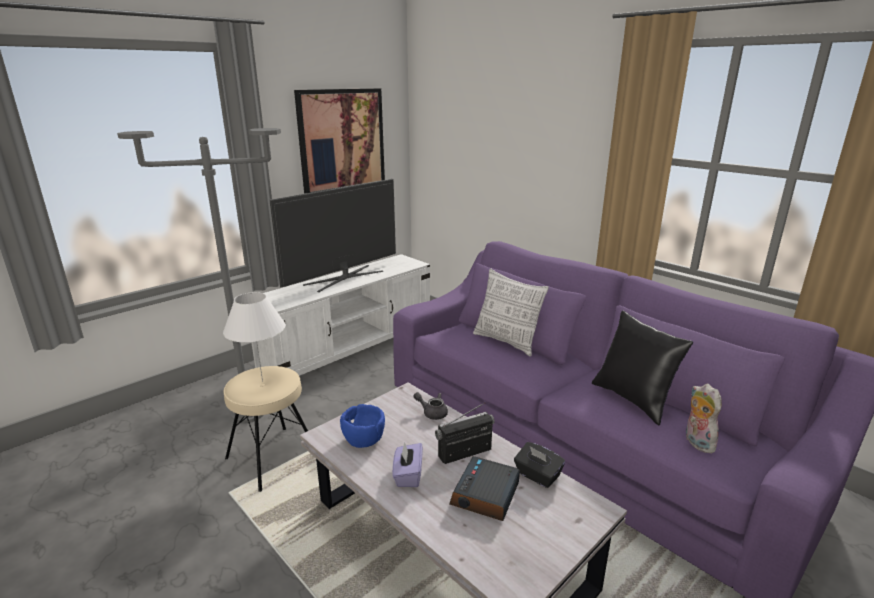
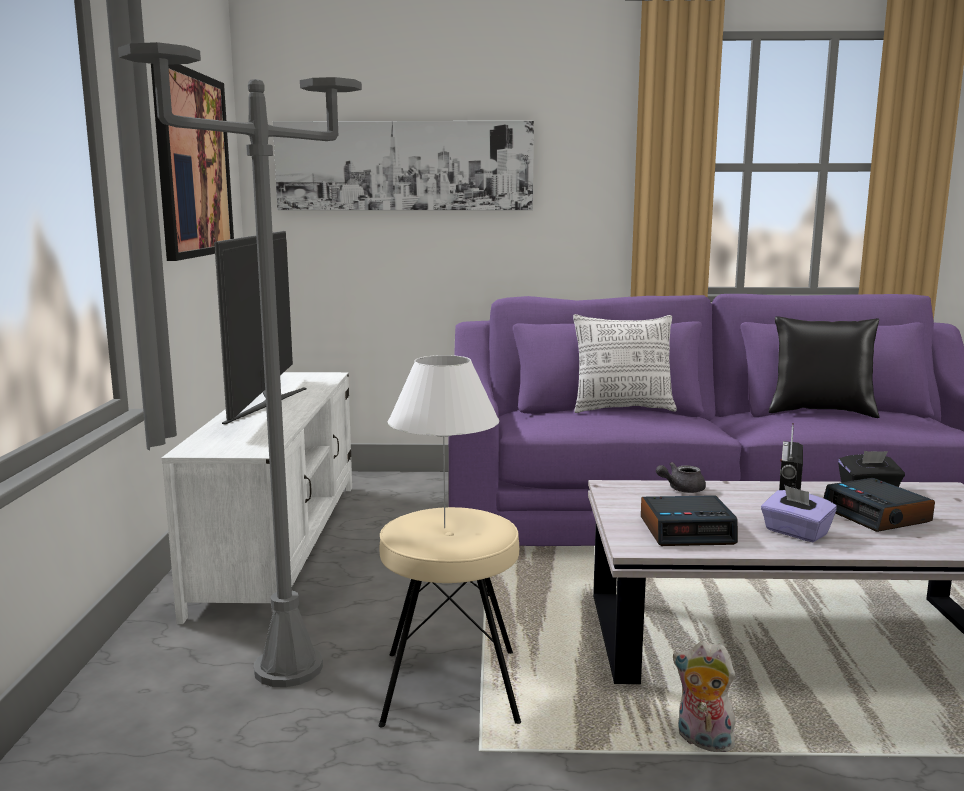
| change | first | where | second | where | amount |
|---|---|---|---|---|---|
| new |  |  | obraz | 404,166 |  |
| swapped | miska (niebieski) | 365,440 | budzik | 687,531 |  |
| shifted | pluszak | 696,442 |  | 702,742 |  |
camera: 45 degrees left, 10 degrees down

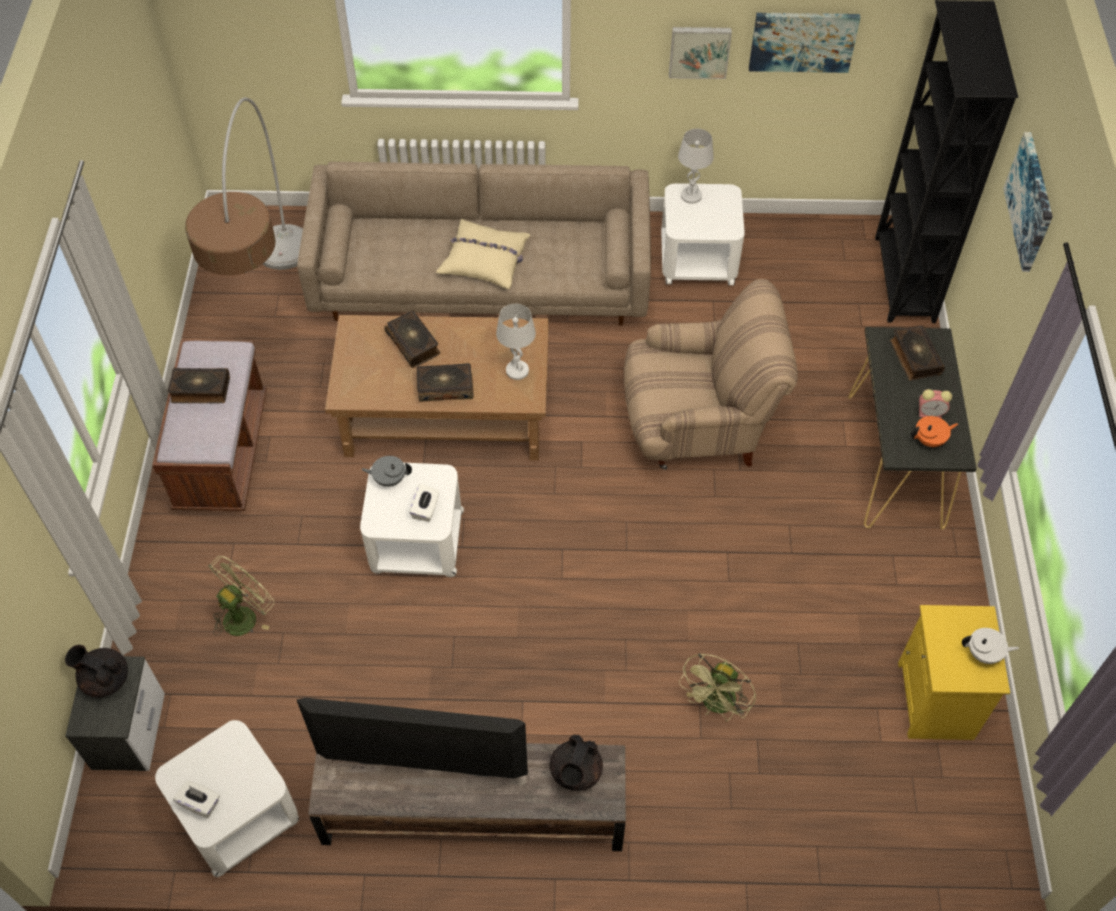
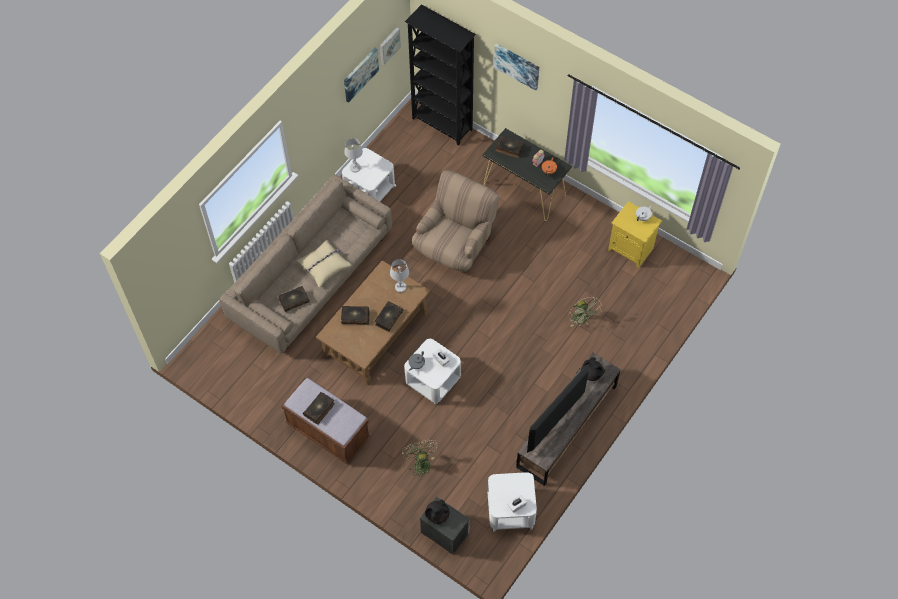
| change | first | where | second | where | amount |
|---|---|---|---|---|---|
| new |  |  | książka | 294,300 |  |
| shifted | obraz | 699,51 |  | 388,45 |  |
| gone | lampa stojąca | 273,308 |  |  |  |
camera: 55 degrees left, 5 degrees up

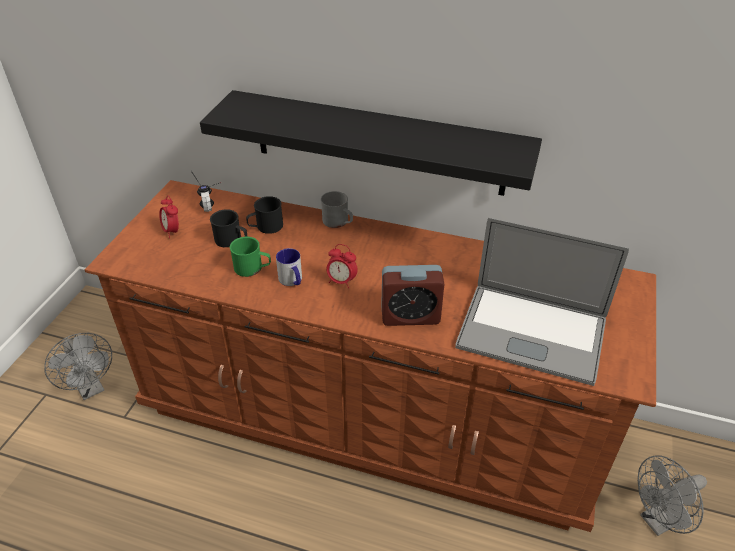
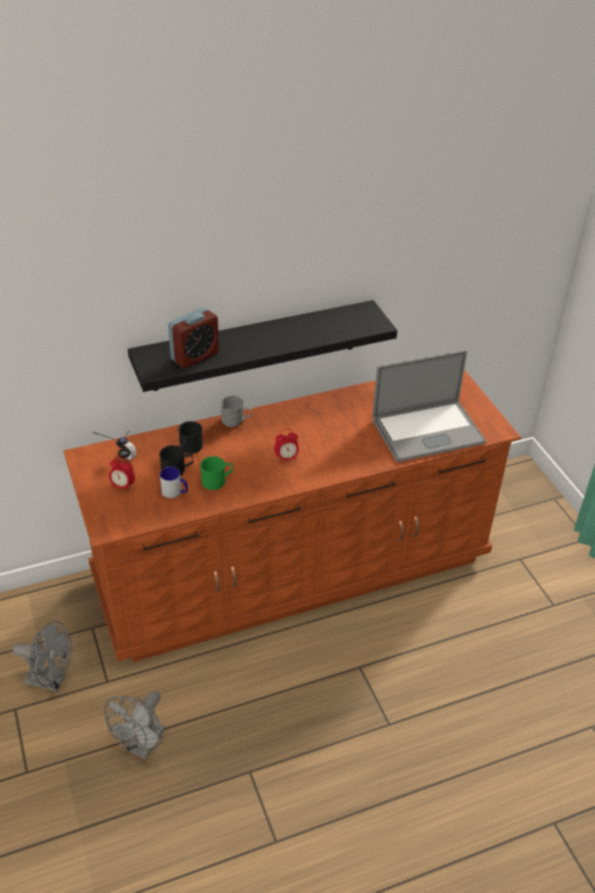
| change | first | where | second | where | amount |
|---|---|---|---|---|---|
| shifted | wentylator (szary) | 659,521 |  | 142,746 |  |
| shifted | kubek | 292,281 |  | 175,492 |  |
| shifted | budzik | 410,316 |  | 195,356 |  |
camera: 40 degrees left, 0 degrees up

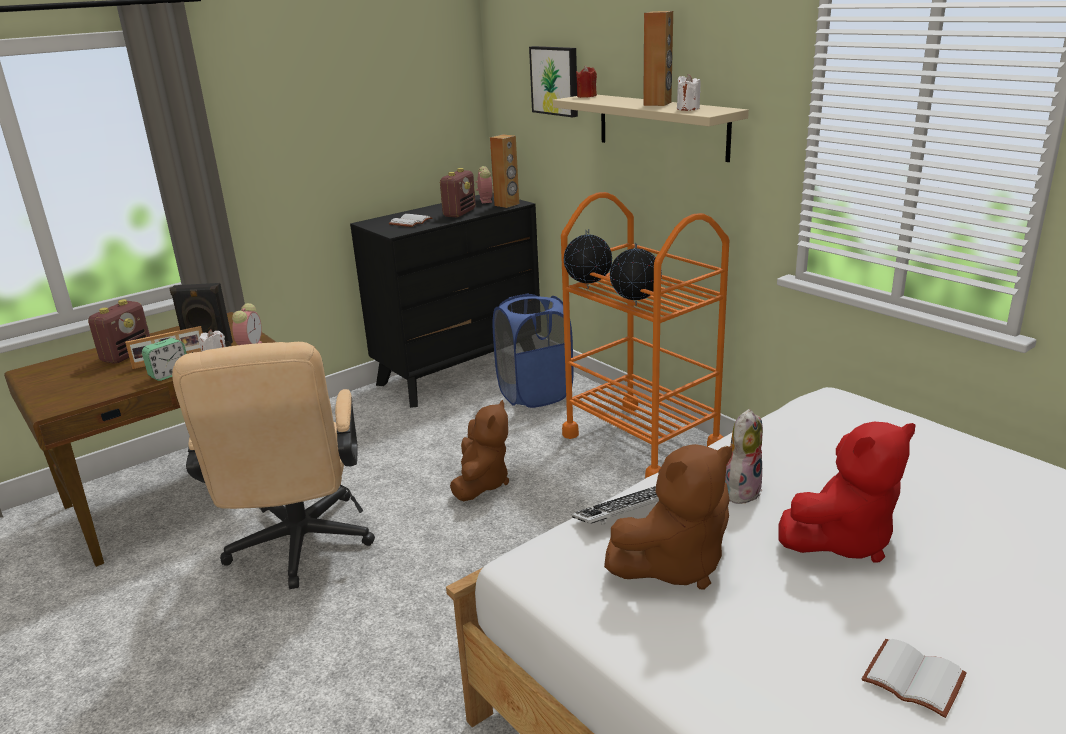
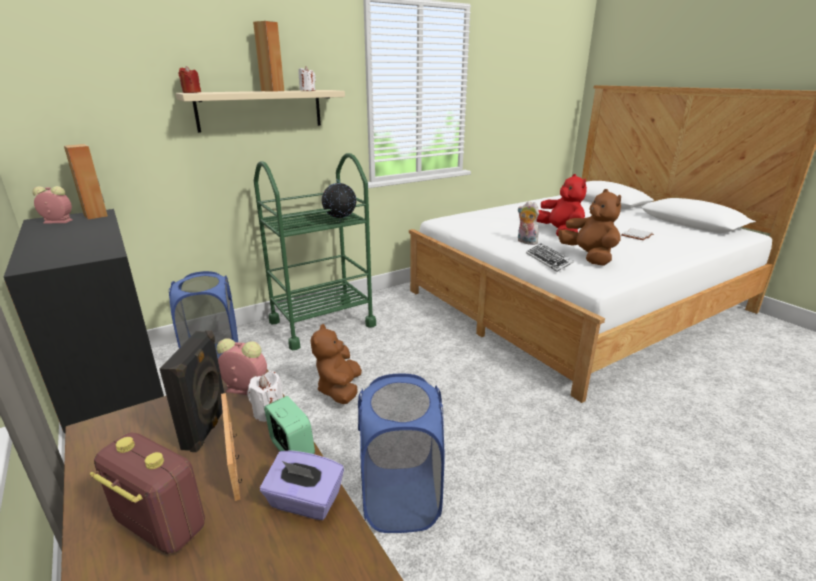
| change | first | where | second | where | amount |
|---|---|---|---|---|---|
| repainted | wózek (pomarańczowy) | 641,442 | wózek (zielony) | 322,323 |  |
| new |  |  | pudełko chusteczek (fioletowy) | 304,501 |  |
| rotated | pluszak (brązowy) | 481,483 |  | 340,390 | 105 degrees counterclockwise |
| swapped | krzesło biurowe (beżowy) | 299,549 | kosz na pranie (niebieski) | 401,499 |  |
| gone | książka (biały) | 410,222 |  |  |  |
| gone | radio | 459,213 |  |  |  |
| gone | obraz | 555,80 |  |  |  |
| gone | globus | 588,288 |  |  |  |
camera: 85 degrees left, 0 degrees up

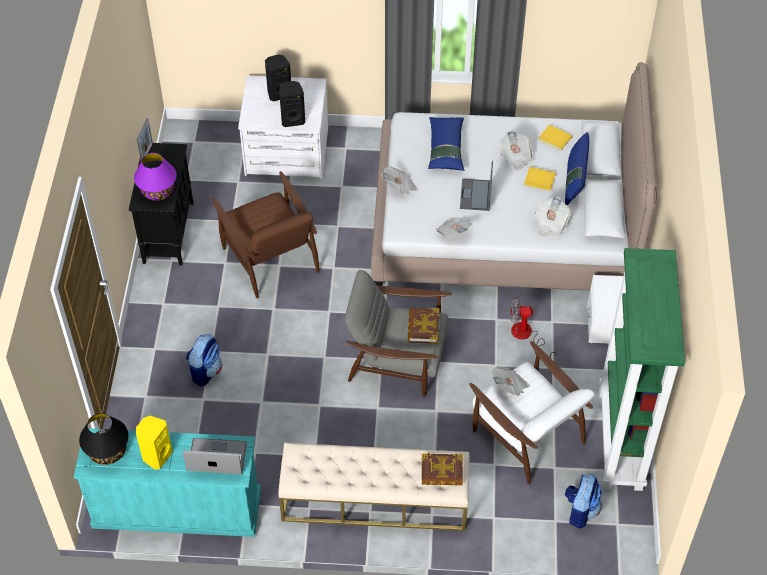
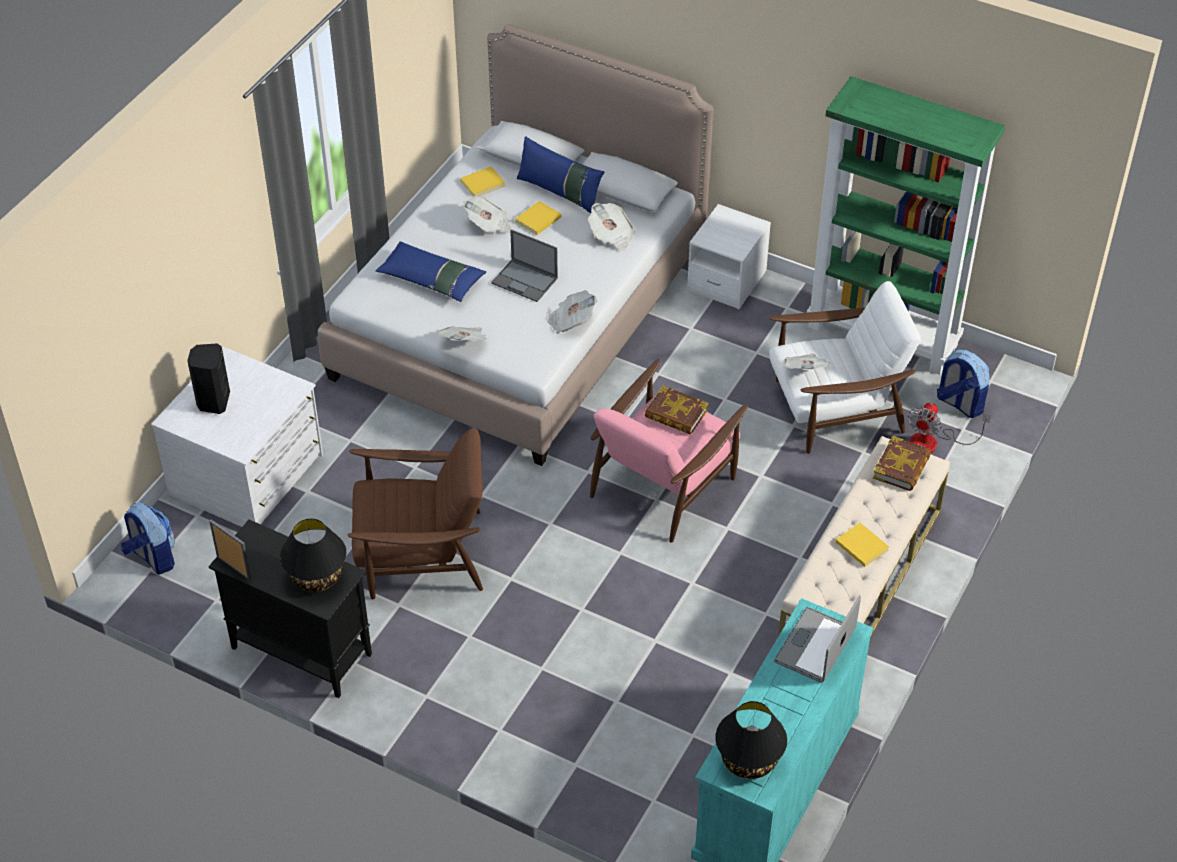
| change | first | where | second | where | amount |
|---|---|---|---|---|---|
| shifted | plecak | 206,371 |  | 152,557 |  |
| repainted | lampa stołowa (fioletowy) | 157,191 | lampa stołowa (czarny) | 316,577 |  |
| repainted | fotel (szary) | 397,358 | fotel (różowy) | 664,483 |  |
| new |  |  | książka (żółty) | 861,545 |  |
| shifted | wentylator | 526,336 |  | 933,442 |  |
| gone | głośnik (żółty) | 156,455 |  |  |  |
| gone | głośnik (czarny) | 292,119 |  |  |  |
camera: 65 degrees left, 5 degrees down

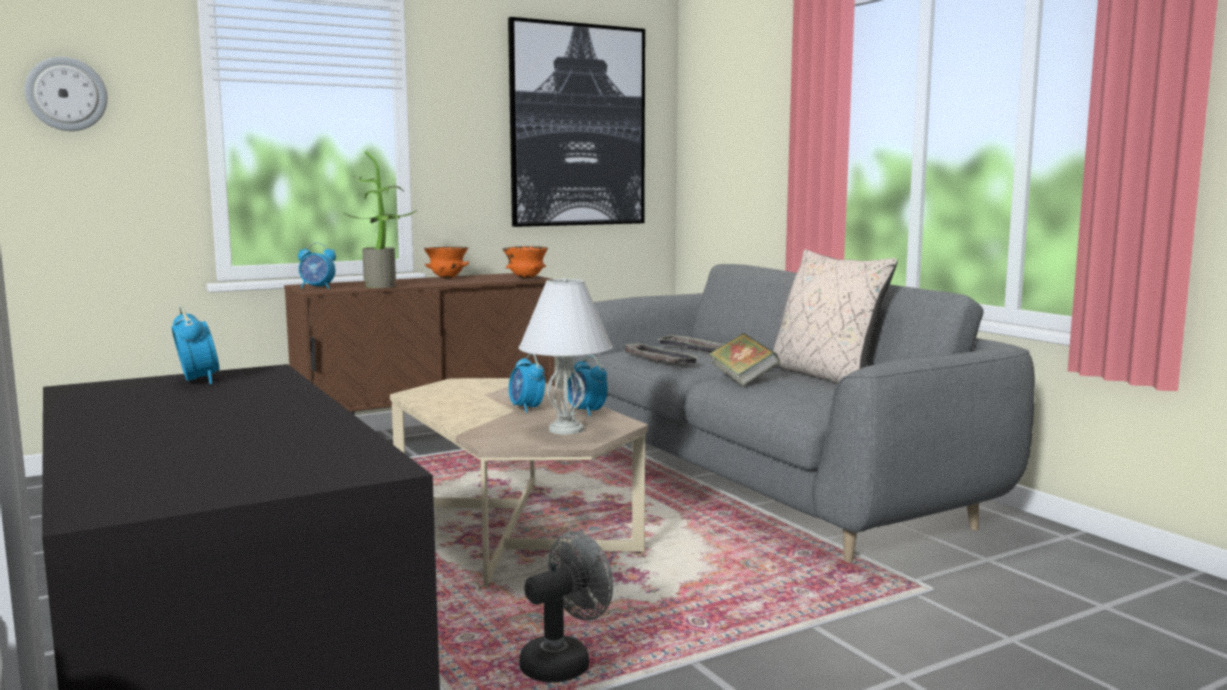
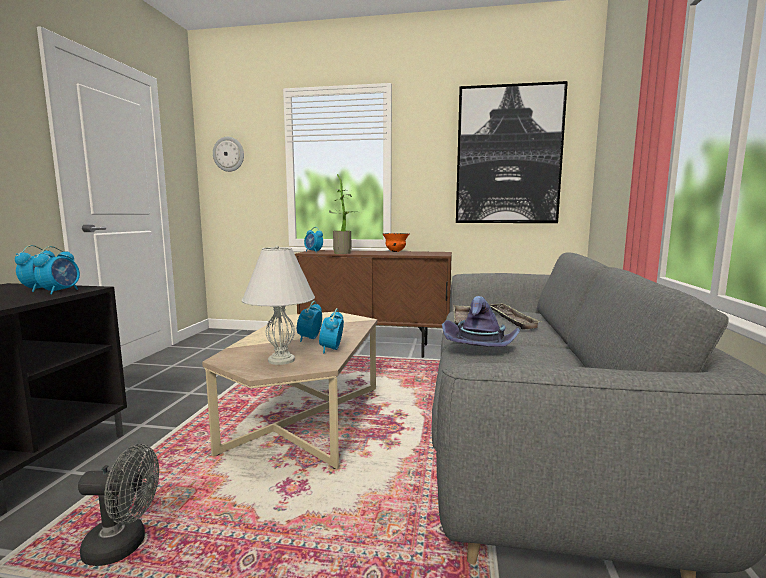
| change | first | where | second | where | amount |
|---|---|---|---|---|---|
| new |  |  | budzik | 61,291 |  |
| swapped | książka | 742,379 | kapelusz (fioletowy) | 480,348 |  |
| gone | miska (pomarańczowy) | 526,278 |  |  |  |
| gone | poduszka (beżowy) | 825,376 |  |  |  |
camera: 40 degrees right, 0 degrees up

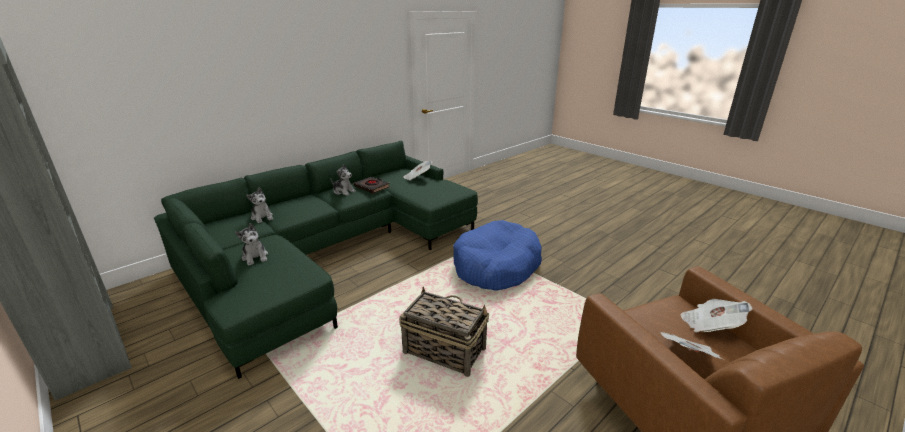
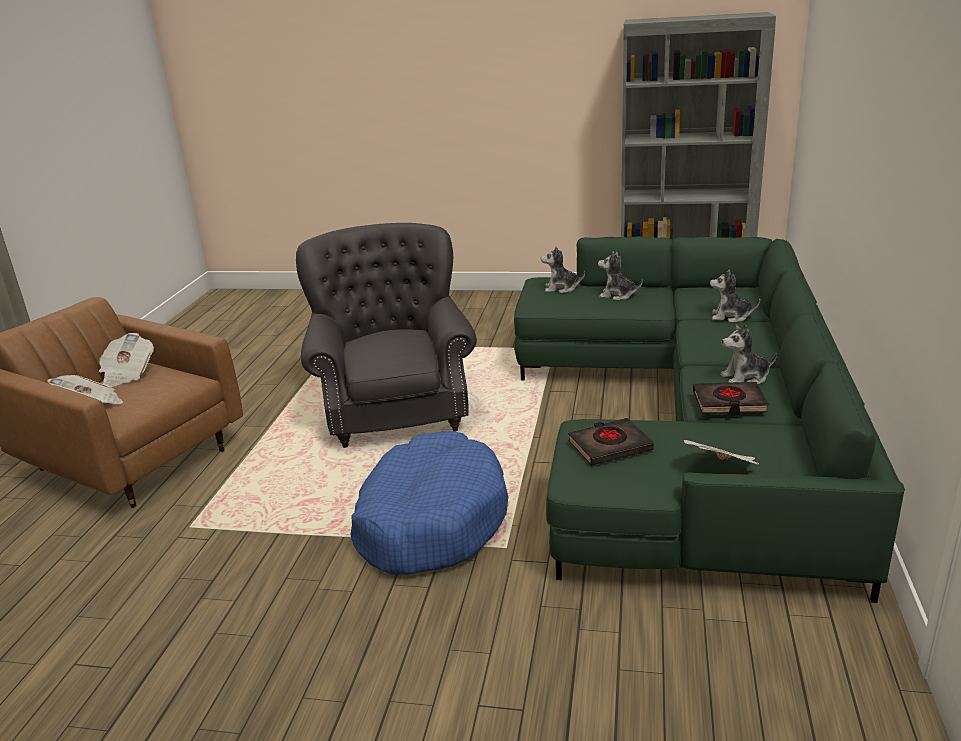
| change | first | where | second | where | amount |
|---|---|---|---|---|---|
| swapped | koszyk | 443,350 | fotel (szary) | 395,409 |  |
| new |  |  | pluszak | 561,288 |  |
| new |  |  | książka (czarny) | 609,446 |  |
camera: 145 degrees right, 0 degrees up

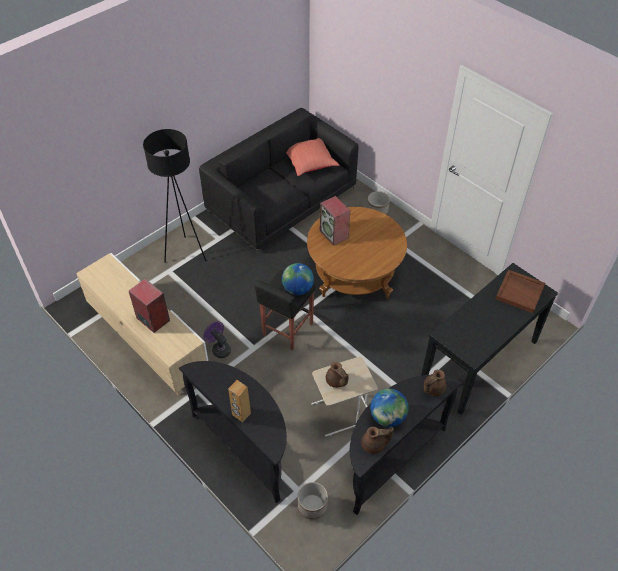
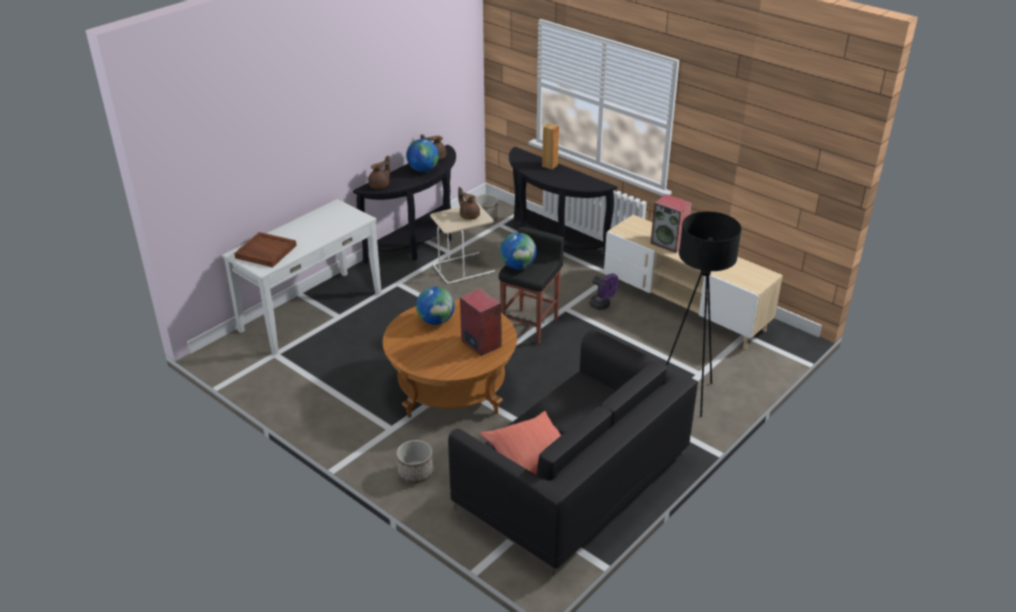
| change | first | where | second | where | amount |
|---|---|---|---|---|---|
| repainted | stolik konsolowy (czarny) | 480,361 | stolik konsolowy (biały) | 311,311 |  |
| new |  |  | globus | 436,321 |  |
camera: 175 degrees right, 15 degrees down

